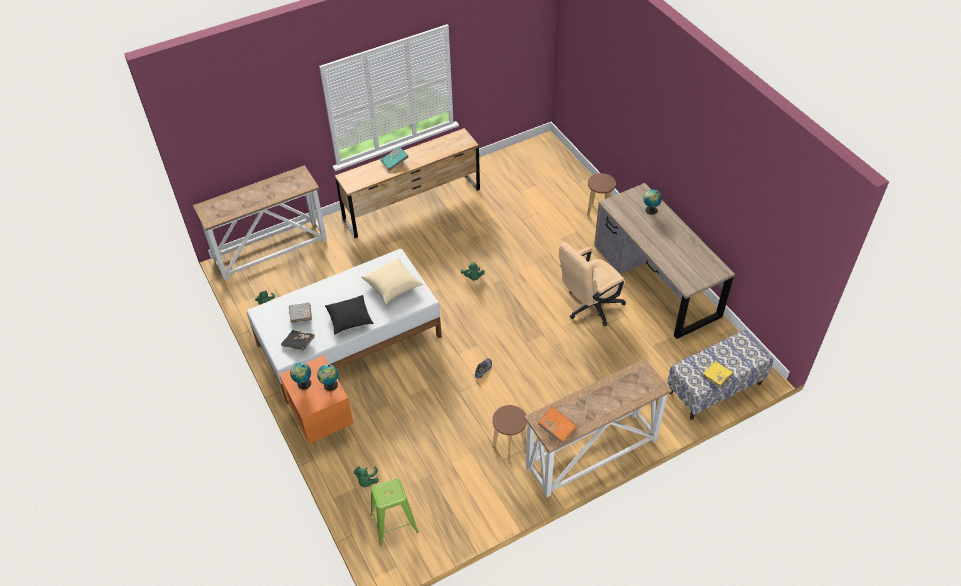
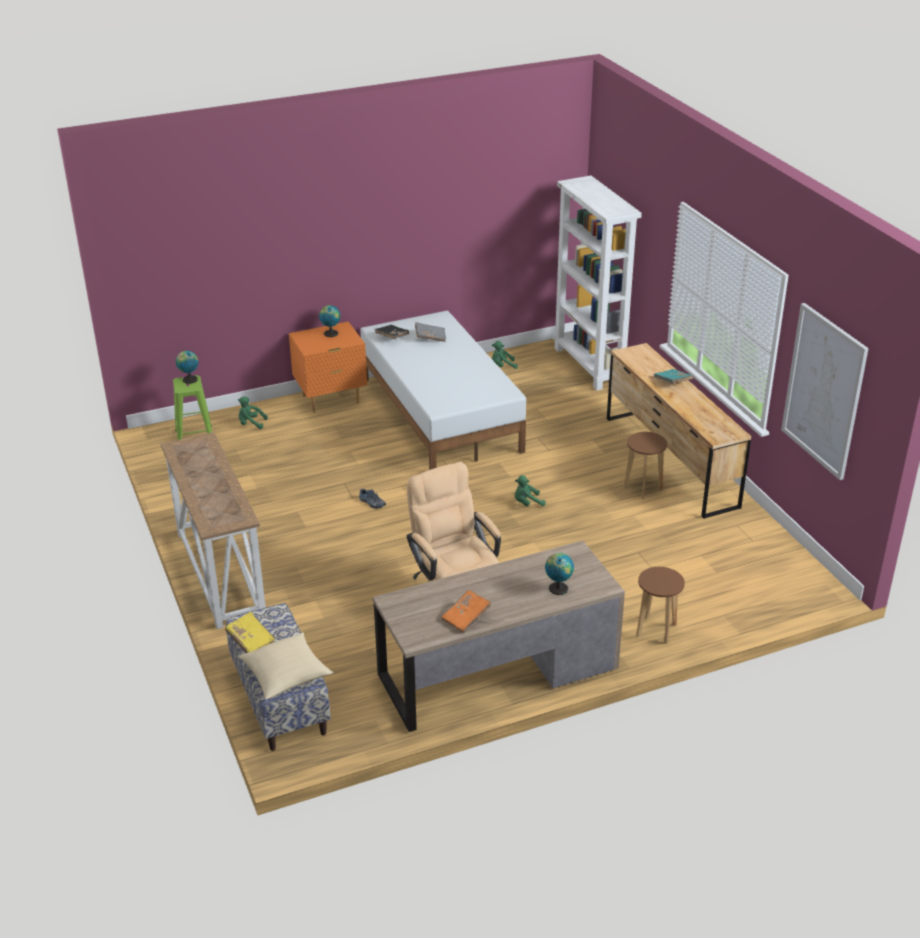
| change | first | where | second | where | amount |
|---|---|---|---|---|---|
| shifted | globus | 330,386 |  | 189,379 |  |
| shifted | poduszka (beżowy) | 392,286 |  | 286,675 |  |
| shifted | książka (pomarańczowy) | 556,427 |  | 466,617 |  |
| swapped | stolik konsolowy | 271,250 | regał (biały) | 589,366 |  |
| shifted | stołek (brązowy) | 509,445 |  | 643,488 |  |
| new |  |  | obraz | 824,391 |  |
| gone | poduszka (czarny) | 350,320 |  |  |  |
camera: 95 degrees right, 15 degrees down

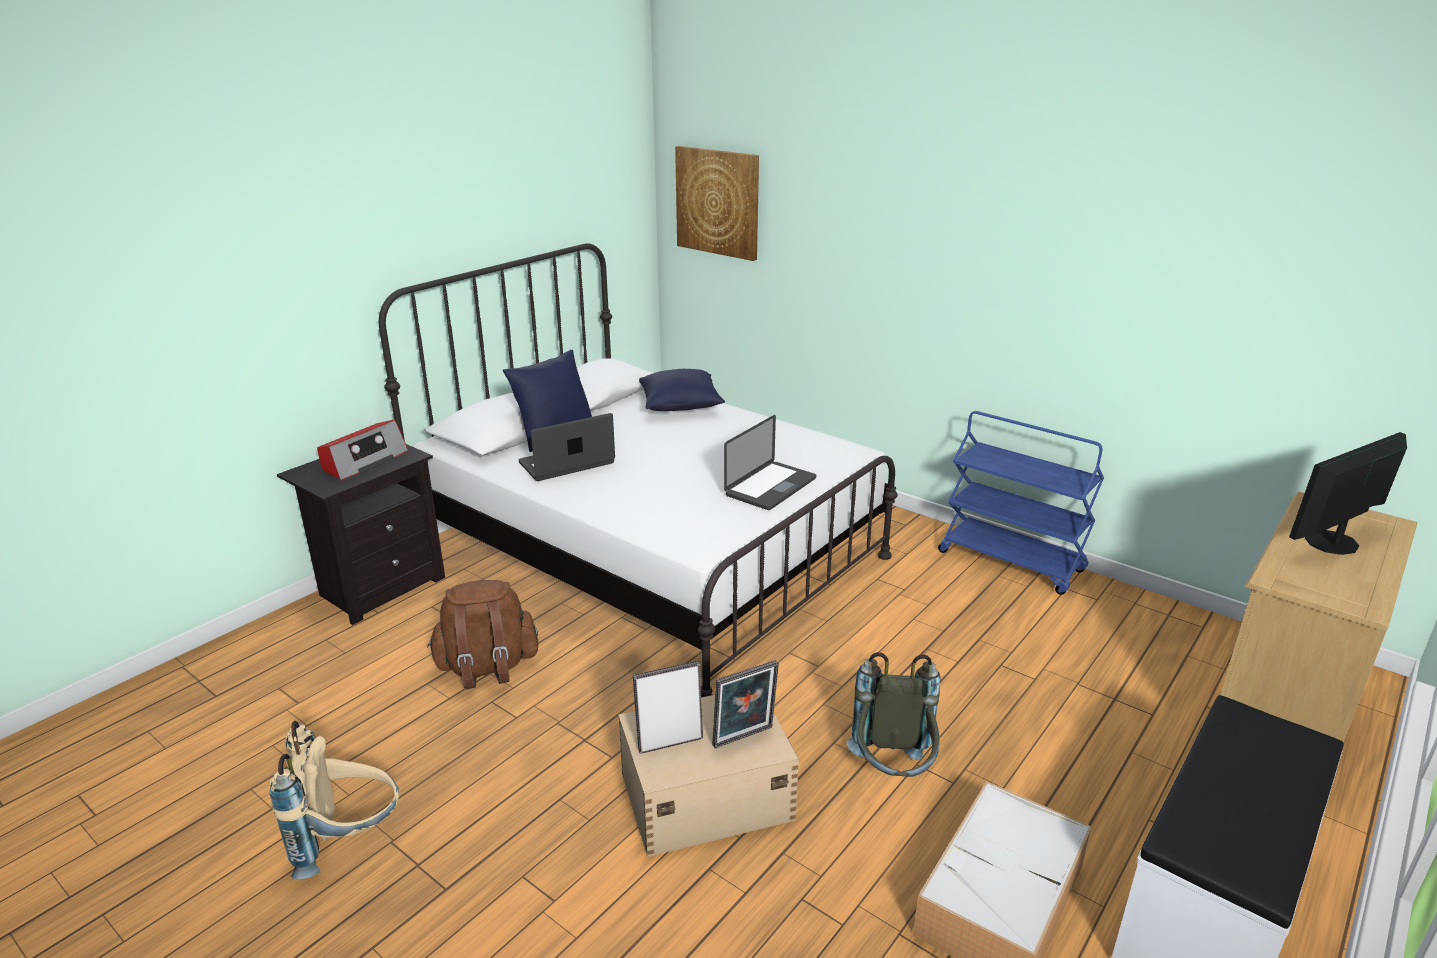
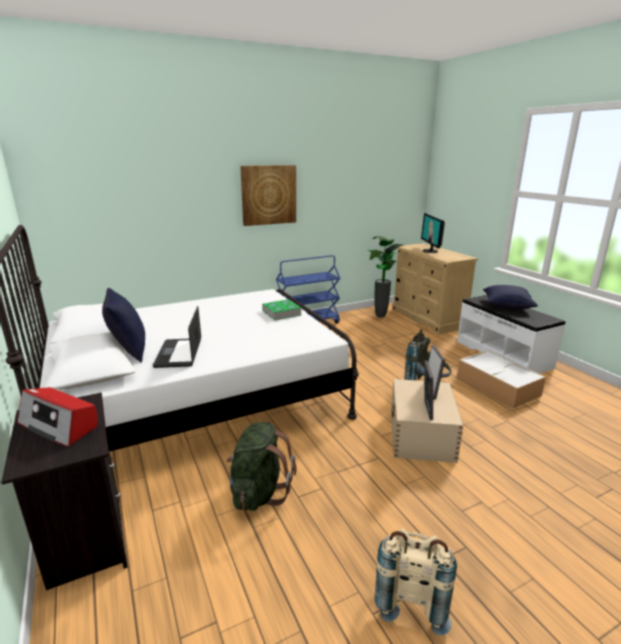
| change | first | where | second | where | amount |
|---|---|---|---|---|---|
| rotated | radio | 364,461 |  | 59,425 | 150 degrees clockwise |
| repainted | plecak (brązowy) | 487,668 | plecak (zielony) | 259,492 |  |
| shifted | obraz | 718,202 |  | 268,195 |  |
| swapped | laptop | 771,487 | książka | 281,313 |  |
| new |  |  | roślina doniczkowa | 380,316 |  |
| shifted | poduszka (niebieski) | 680,406 |  | 507,306 |  |
camera: 65 degrees left, 5 degrees down

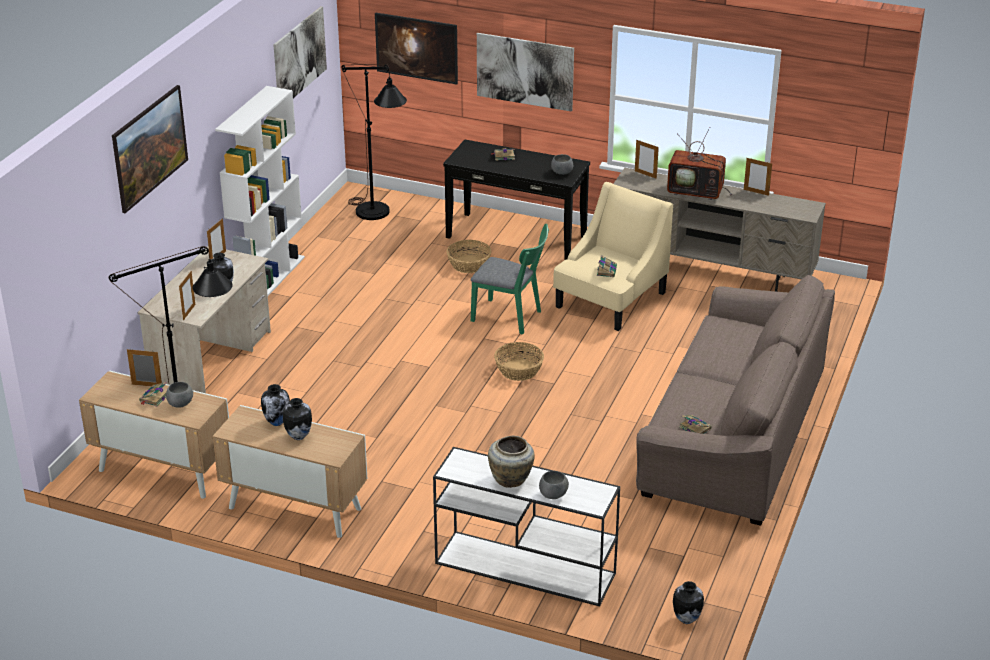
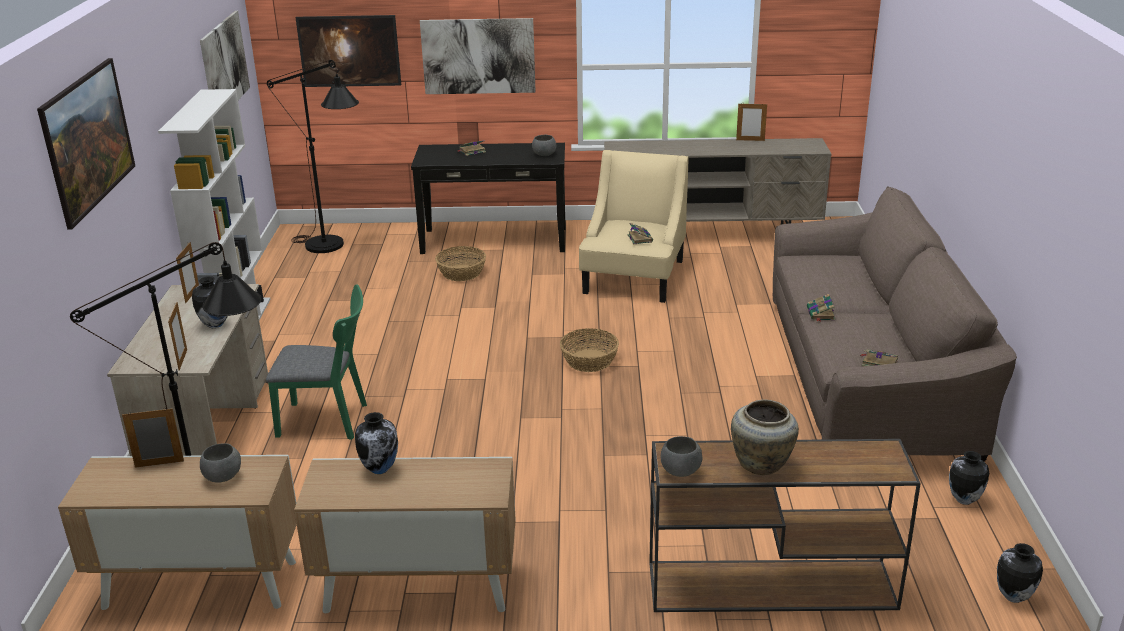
| change | first | where | second | where | amount |
|---|---|---|---|---|---|
| shifted | krzesło (zielony) | 511,317 |  | 329,420 |  |
| repainted | stolik konsolowy (biały) | 523,568 | stolik konsolowy (brązowy) | 768,586 |  |
| shifted | miska (szary) | 553,495 |  | 681,471 |  |
| shifted | książka | 154,398 |  | 820,314 |  |
| shifted | wazon | 298,436 |  | 963,500 |  |
| gone | ramka na zdjęcie | 645,174 |  |  |  |
| gone | telewizor | 697,191 |  |  |  |
camera: 20 degrees left, 5 degrees down

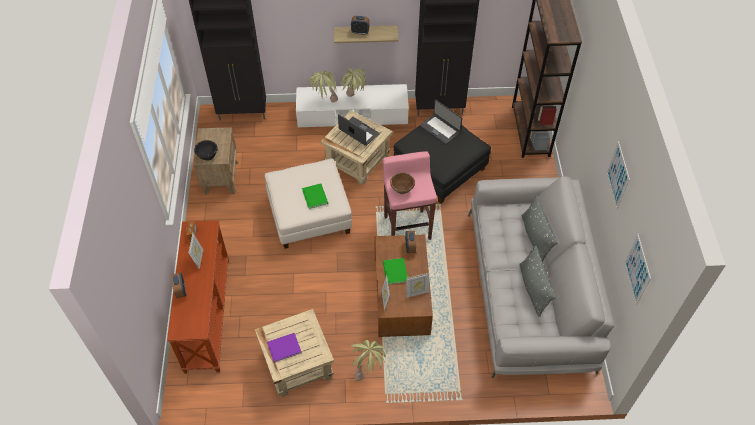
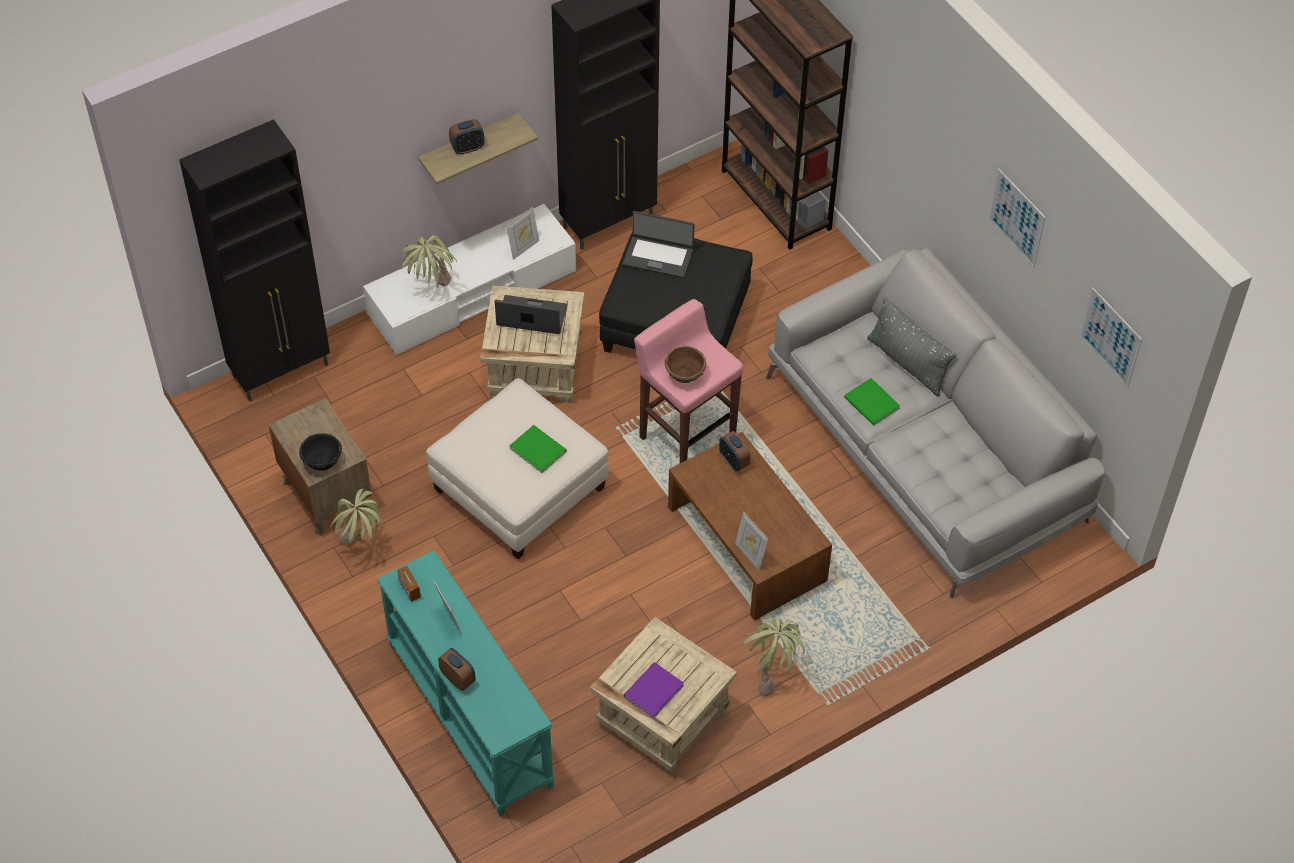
| change | first | where | second | where | amount |
|---|---|---|---|---|---|
| shifted | roślina doniczkowa | 354,101 |  | 362,548 |  |
| repainted | stolik konsolowy (brązowy) | 206,314 | stolik konsolowy (turkusowy) | 468,715 |  |
| shifted | ramka na zdjęcie | 417,292 |  | 523,248 |  |
| shifted | książka (zielony) | 394,272 |  | 871,404 |  |
| gone | poduszka (szary) | 533,289 |  |  |  |
camera: 30 degrees left, 0 degrees up

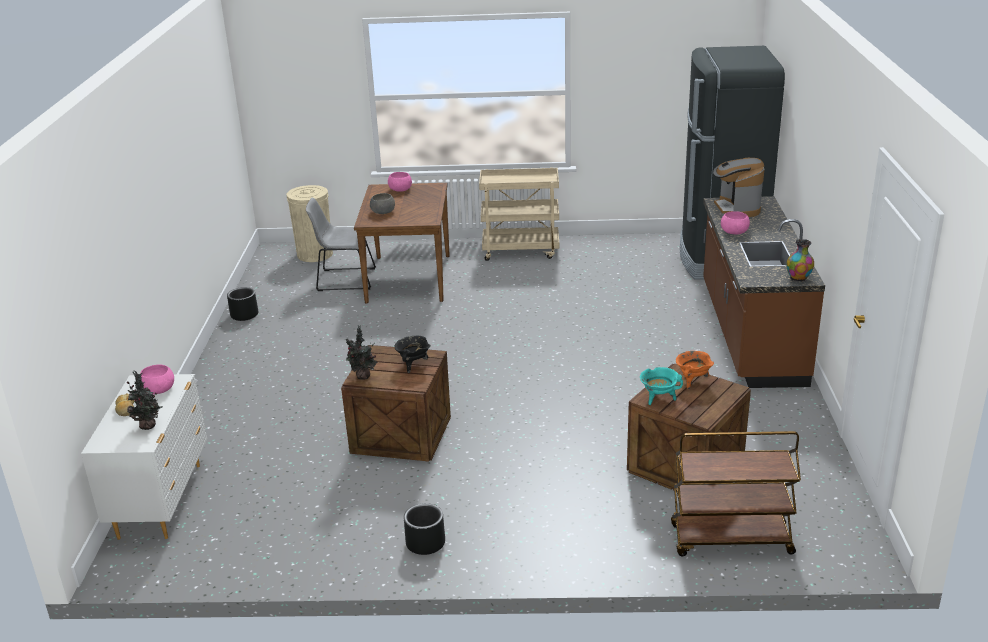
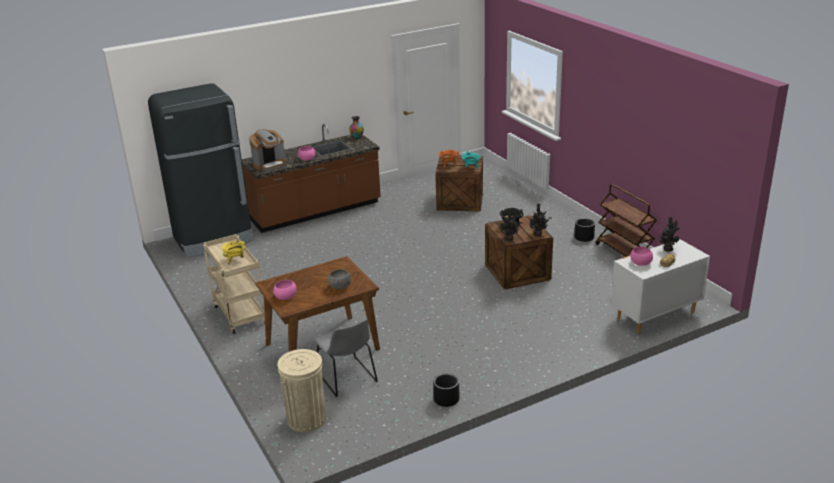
| change | first | where | second | where | amount |
|---|---|---|---|---|---|
| new |  |  | garnek (żółty) | 235,260 |  |
| new |  |  | roślina doniczkowa | 509,239 |  |
| shifted | wózek (brązowy) | 730,540 |  | 624,253 |  |
camera: 120 degrees left, 0 degrees up

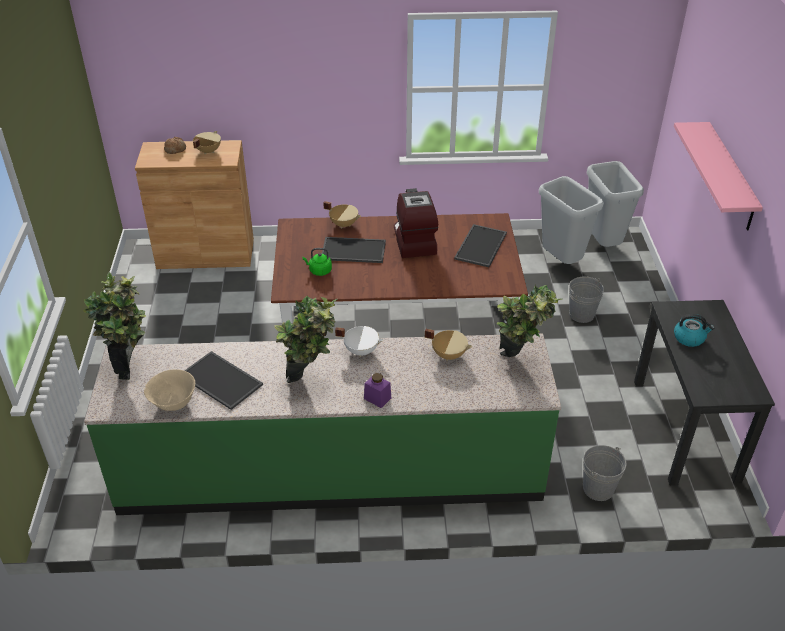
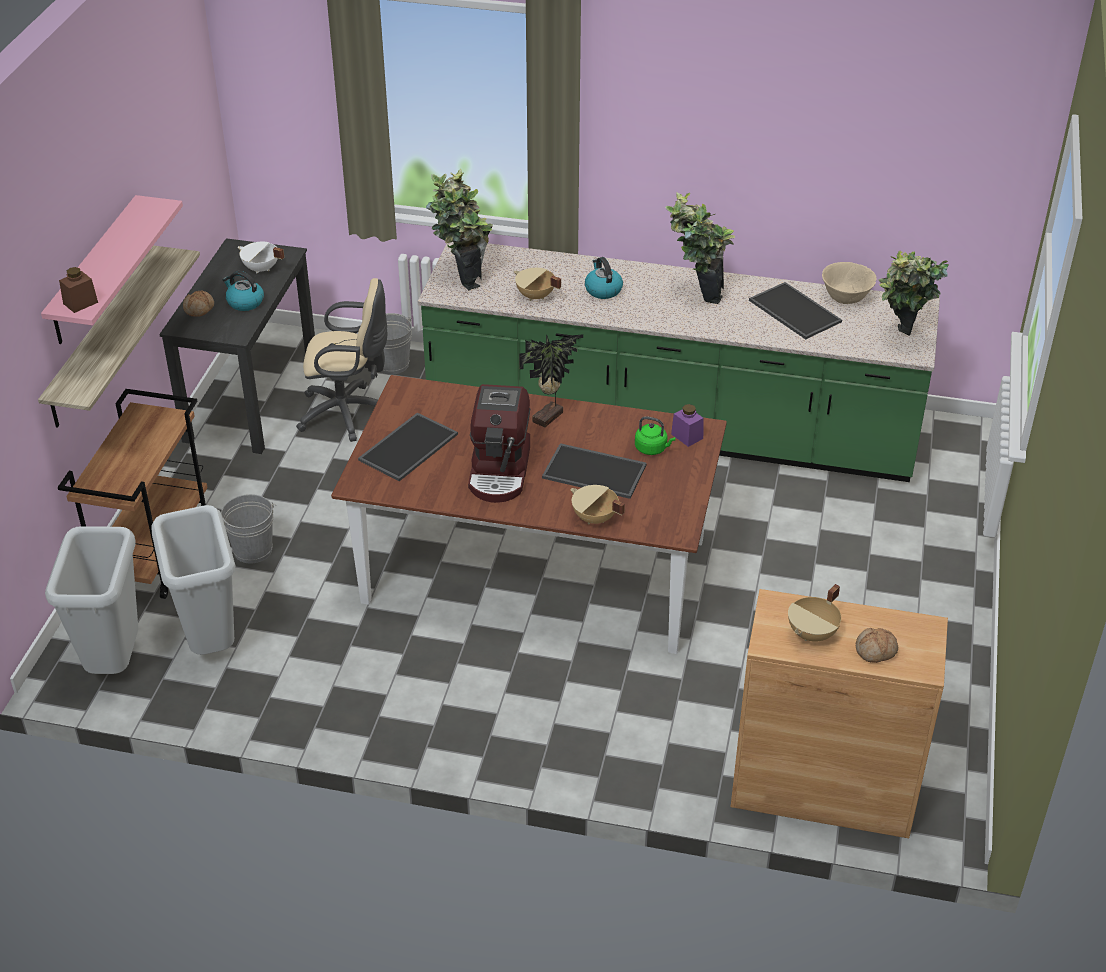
| change | first | where | second | where | amount |
|---|---|---|---|---|---|
| new |  |  | półka | 103,337 |  |
| new |  |  | wózek (brązowy) | 153,552 |  |
| new |  |  | słoik (brązowy) | 80,303 |  |
| new |  |  | chleb | 199,309 |  |
| shifted | garnek (biały) | 361,350 |  | 261,269 |  |
| new |  |  | krzesło biurowe (beżowy) | 349,413 |  |
| new |  |  | roślina doniczkowa | 550,418 |  |
| new |  |  | czajnik | 603,290 |  |
| shifted | słoik (fioletowy) | 377,398 |  | 687,436 |  |
camera: 165 degrees left, 0 degrees up

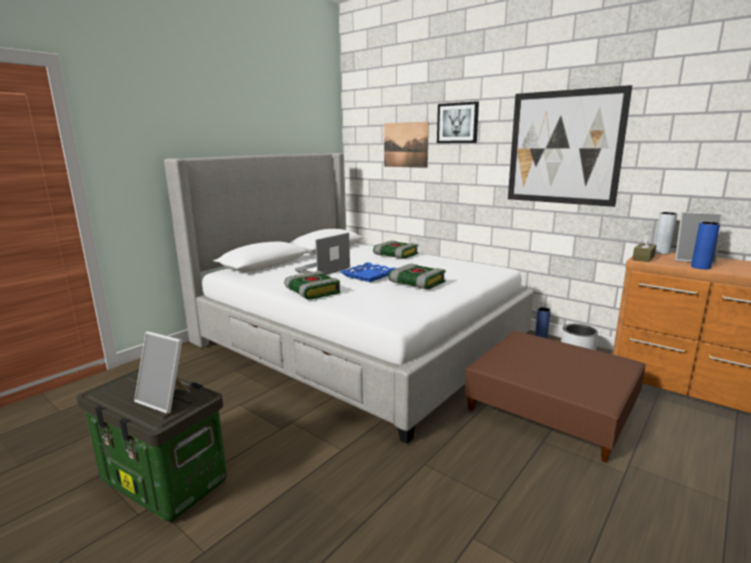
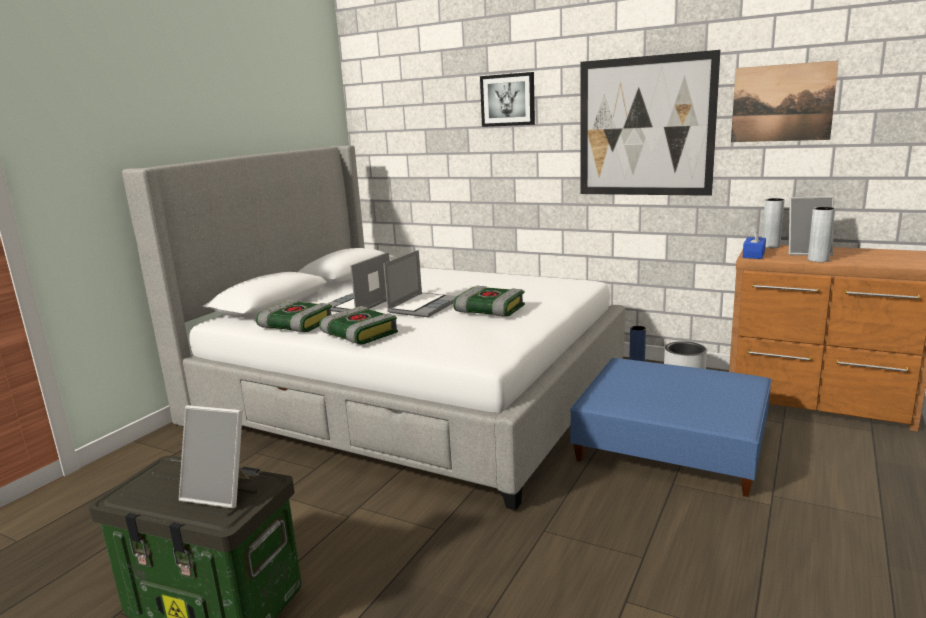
| change | first | where | second | where | amount |
|---|---|---|---|---|---|
| shifted | książka | 395,255 |  | 295,325 |  |
| swapped | taca (niebieski) | 368,275 | laptop | 423,306 |  |
| repainted | pufa (brązowy) | 551,407 | pufa (niebieski) | 671,444 |  |
| shifted | obraz | 405,145 |  | 782,103 |  |
| repainted | pudełko chusteczek (brązowy) | 643,258 | pudełko chusteczek (niebieski) | 753,255 |  |
| repainted | wazon (niebieski) | 700,267 | wazon (szary) | 818,260 |  |
camera: 10 degrees left, 0 degrees up

